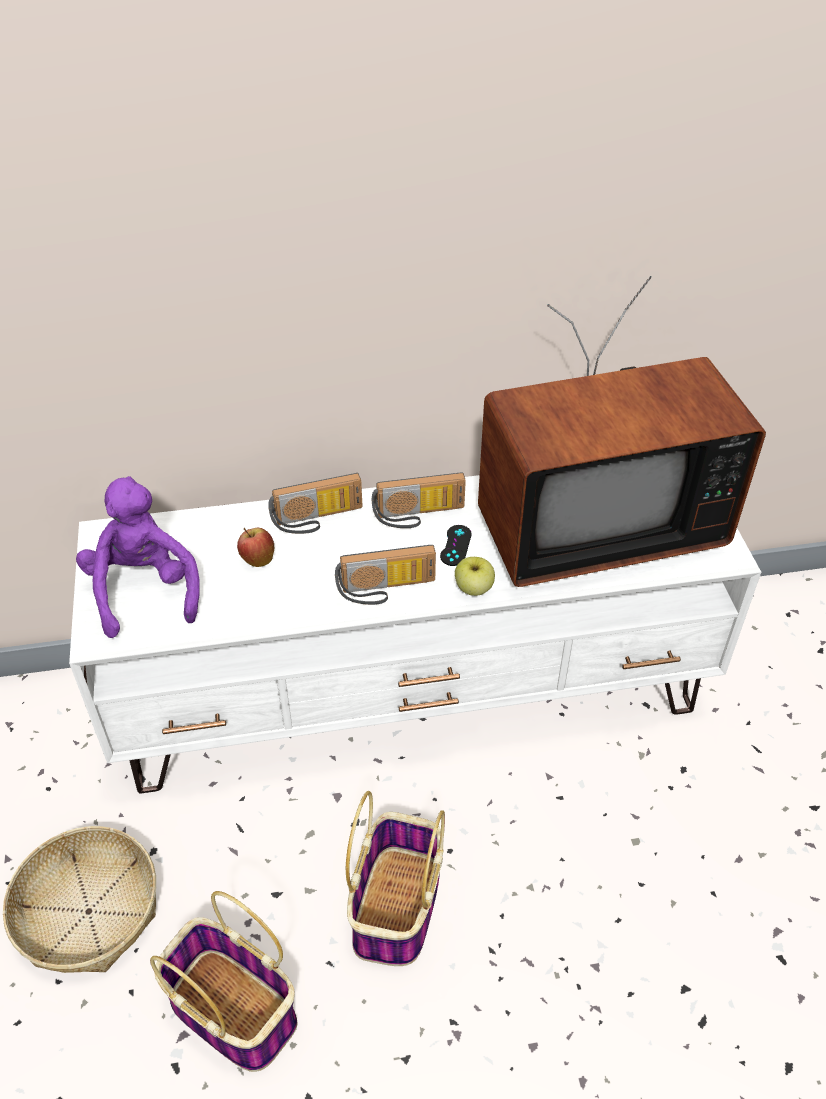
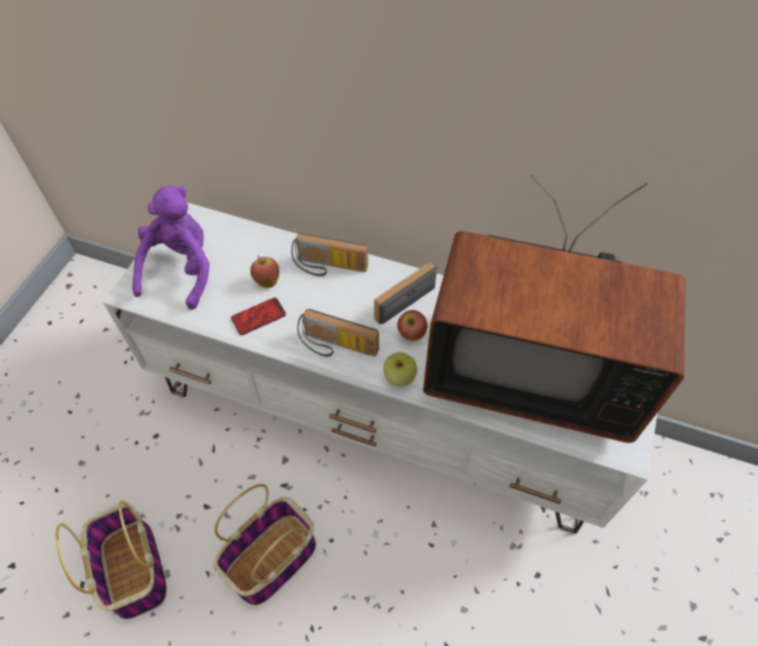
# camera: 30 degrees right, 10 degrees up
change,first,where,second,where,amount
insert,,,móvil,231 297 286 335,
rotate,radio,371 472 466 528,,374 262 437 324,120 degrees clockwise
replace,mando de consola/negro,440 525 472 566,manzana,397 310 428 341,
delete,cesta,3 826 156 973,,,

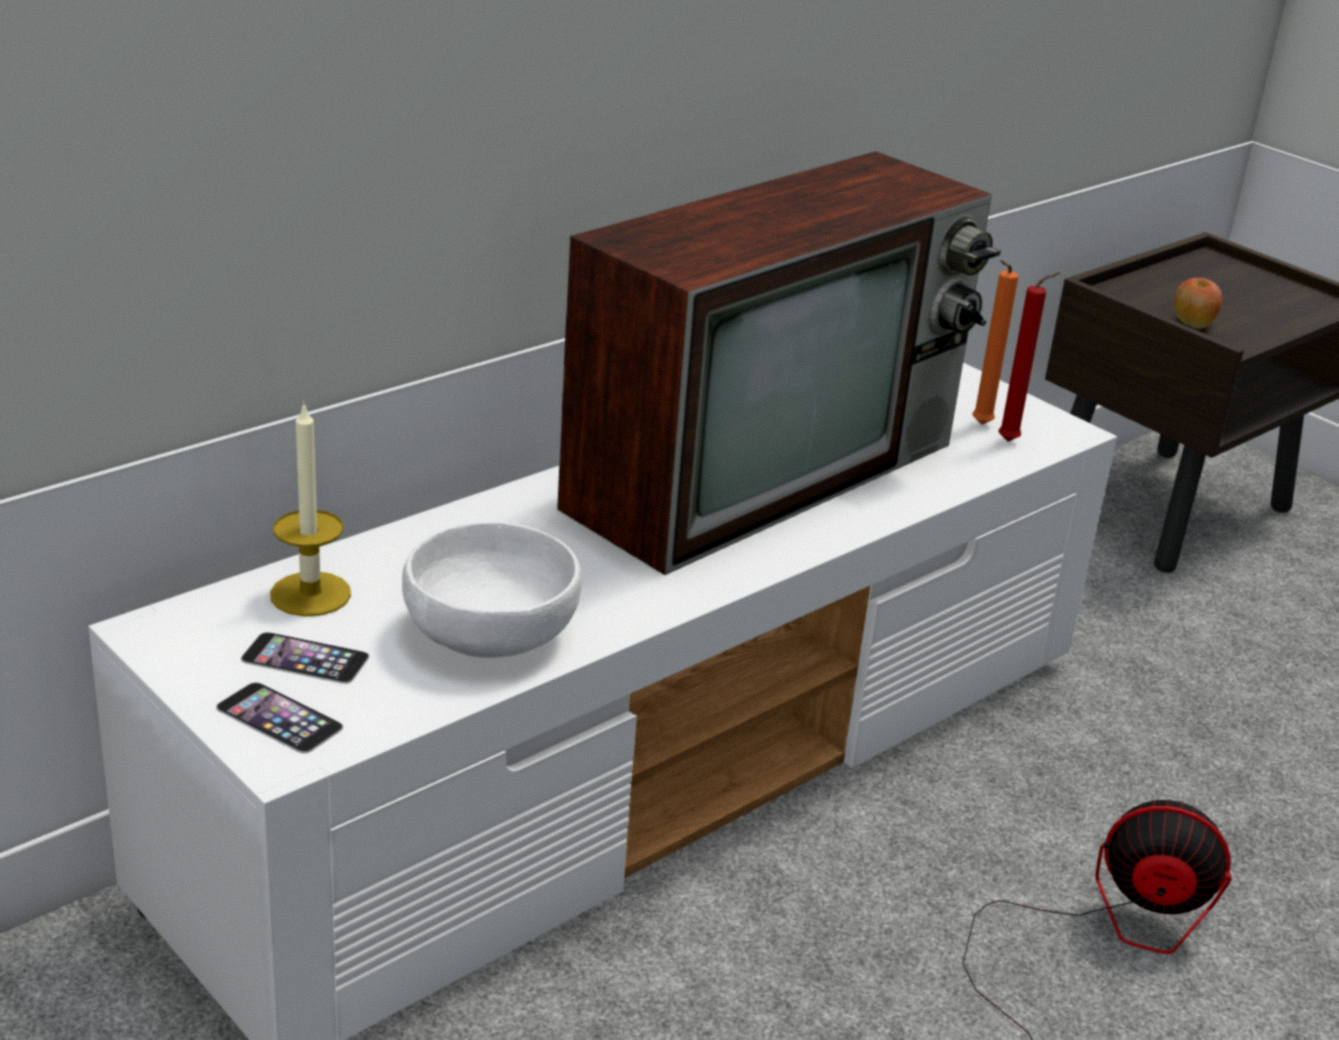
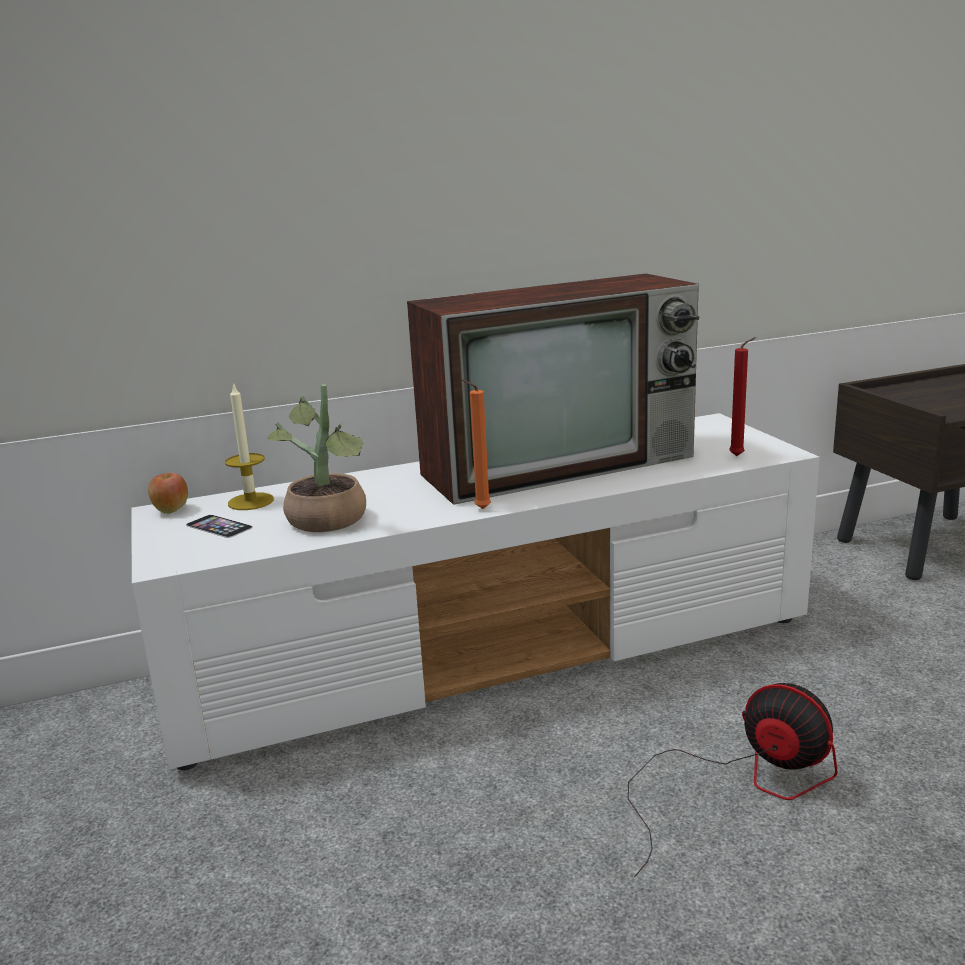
# camera: 25 degrees right, 10 degrees down
change,first,where,second,where,amount
move,manzana,1174 278 1223 329,,148 473 188 514,
replace,cuenco/blanco,402 522 582 658,planta en maceta,268 384 366 532,
move,vela/naranja,973 260 1018 425,,462 380 491 509,
delete,móvil,216 682 343 753,,,

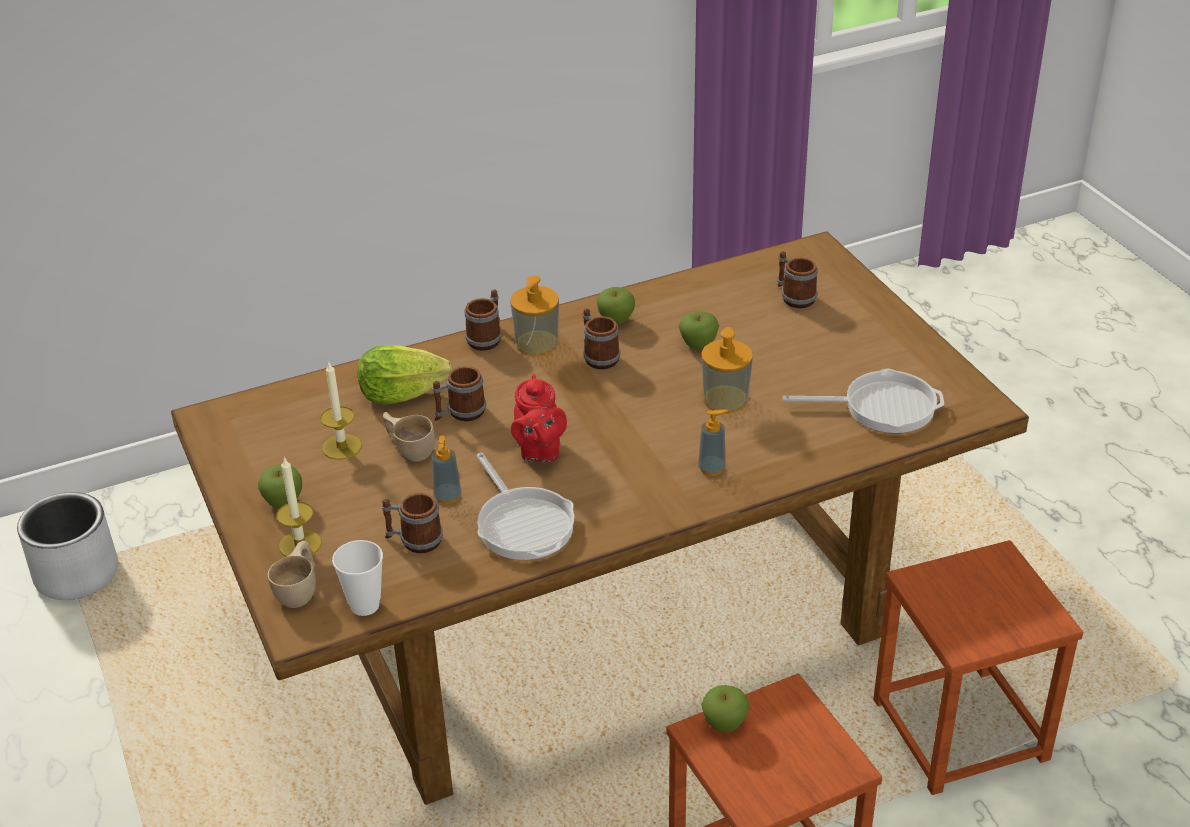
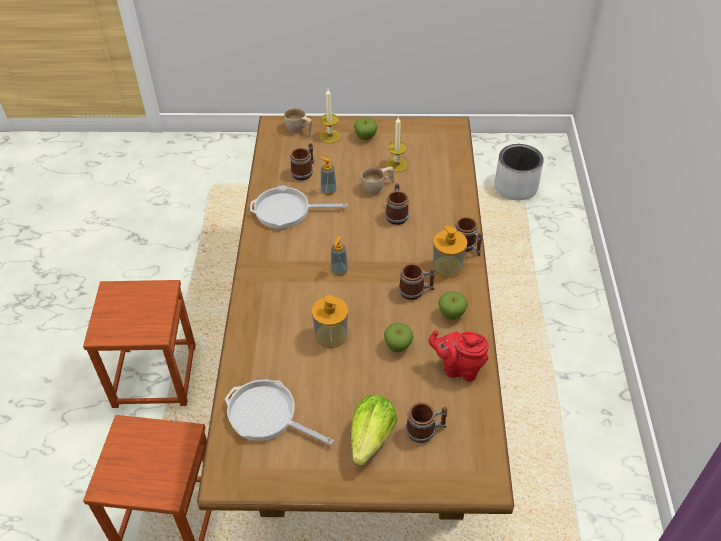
# camera: 115 degrees right, 10 degrees up
change,first,where,second,where,amount
rotate,sartén,783 368 944 433,,225 380 334 445,90 degrees clockwise
move,dispensador de jabón,698 410 728 476,,331 236 348 276,
move,lechuga,357 345 452 404,,350 395 398 465,
move,tetera/rojo,511 374 567 463,,429 330 489 382,
delete,taza,332 540 383 616,,,
delete,manzana,701 685 750 732,,,

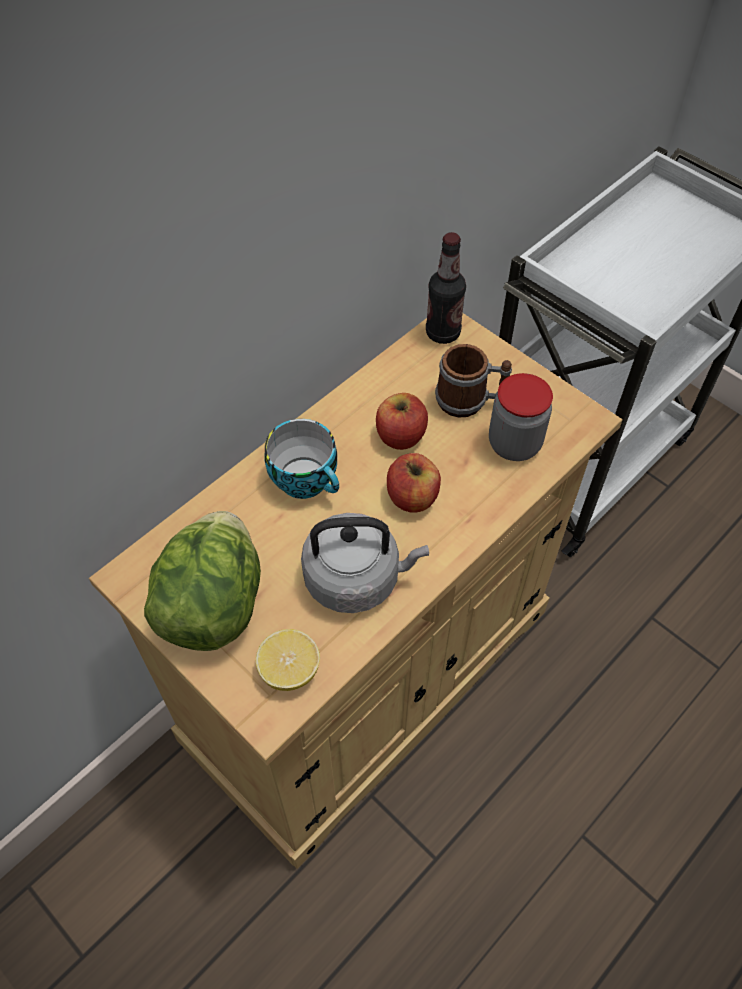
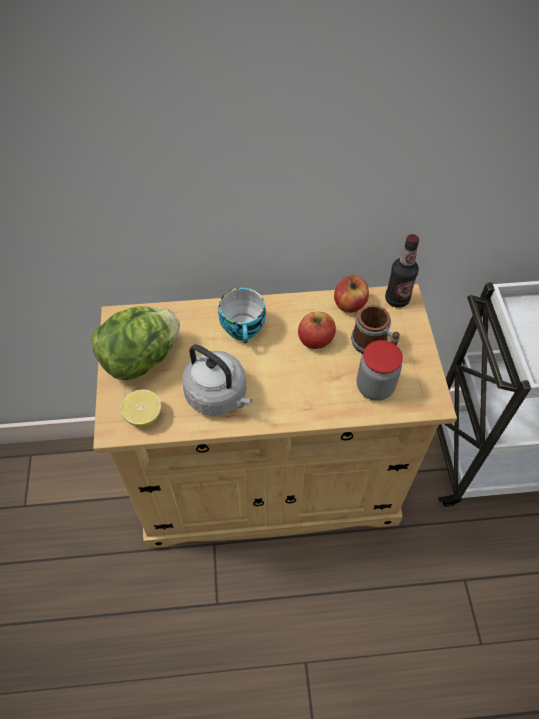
# camera: 40 degrees right, 0 degrees up
change,first,where,second,where,amount
move,manzana,387 453 441 513,,334 275 369 313,

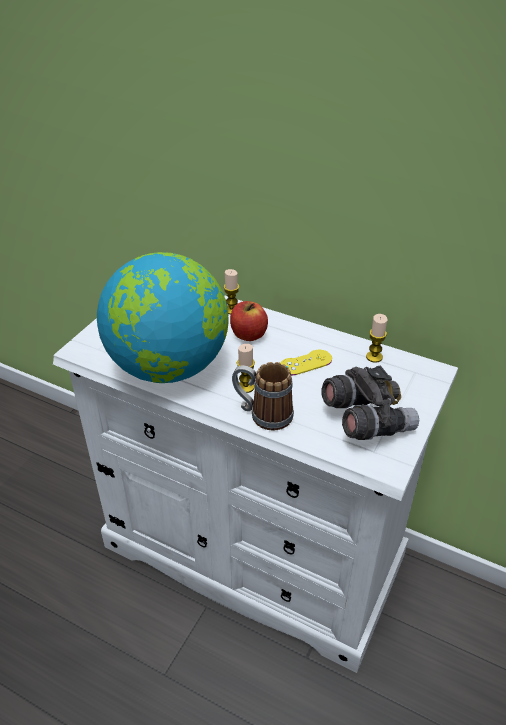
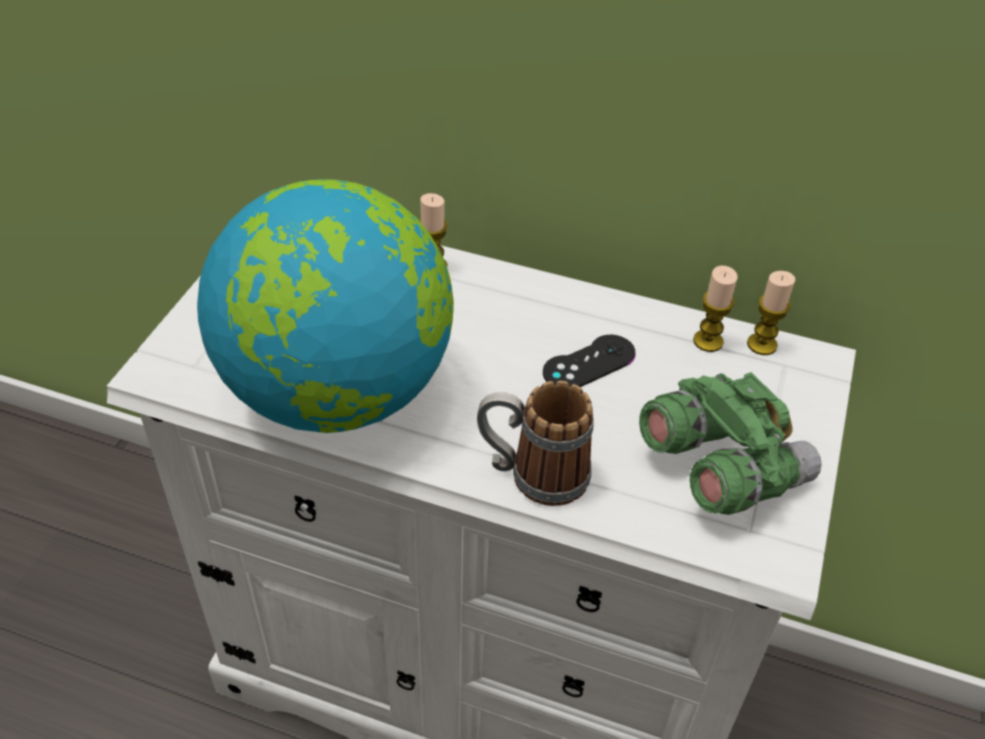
# camera: 10 degrees left, 5 degrees up
change,first,where,second,where,amount
recolor,mando de consola/amarillo,280 350 332 376,mando de consola/negro,543 335 636 387,
recolor,prismáticos/gris,321 366 419 440,prismáticos/verde,639 372 822 515,
move,vela,237 344 255 393,,747 271 796 355,
delete,manzana,230 301 268 341,,,

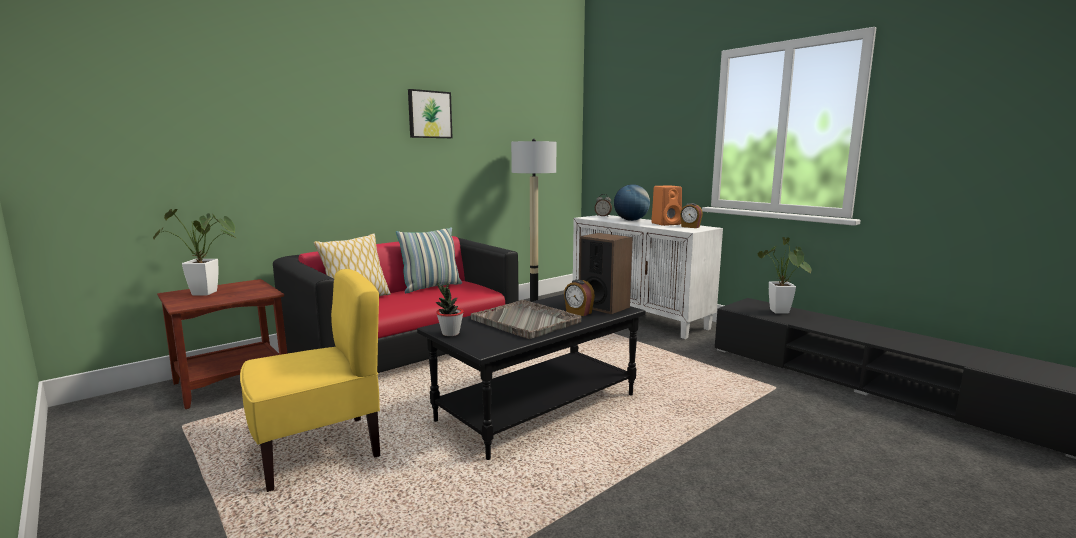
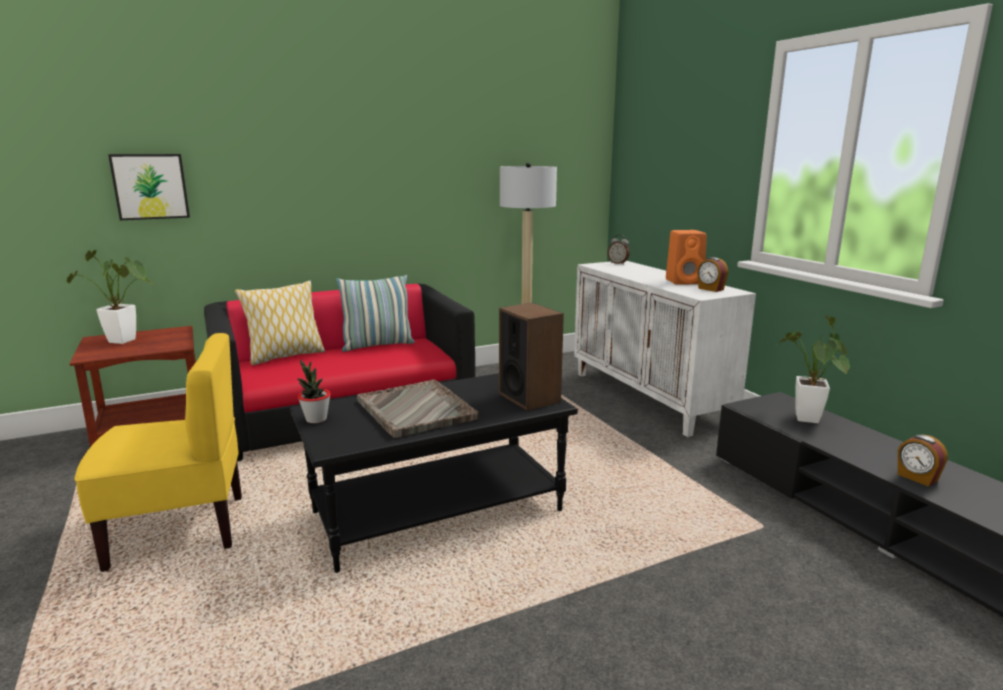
# camera: 15 degrees right, 5 degrees up
change,first,where,second,where,amount
move,cuadro,408 89 453 138,,108 154 190 220,
move,despertador,564 280 595 316,,898 434 948 487,
delete,globo terráqueo,614 184 650 221,,,

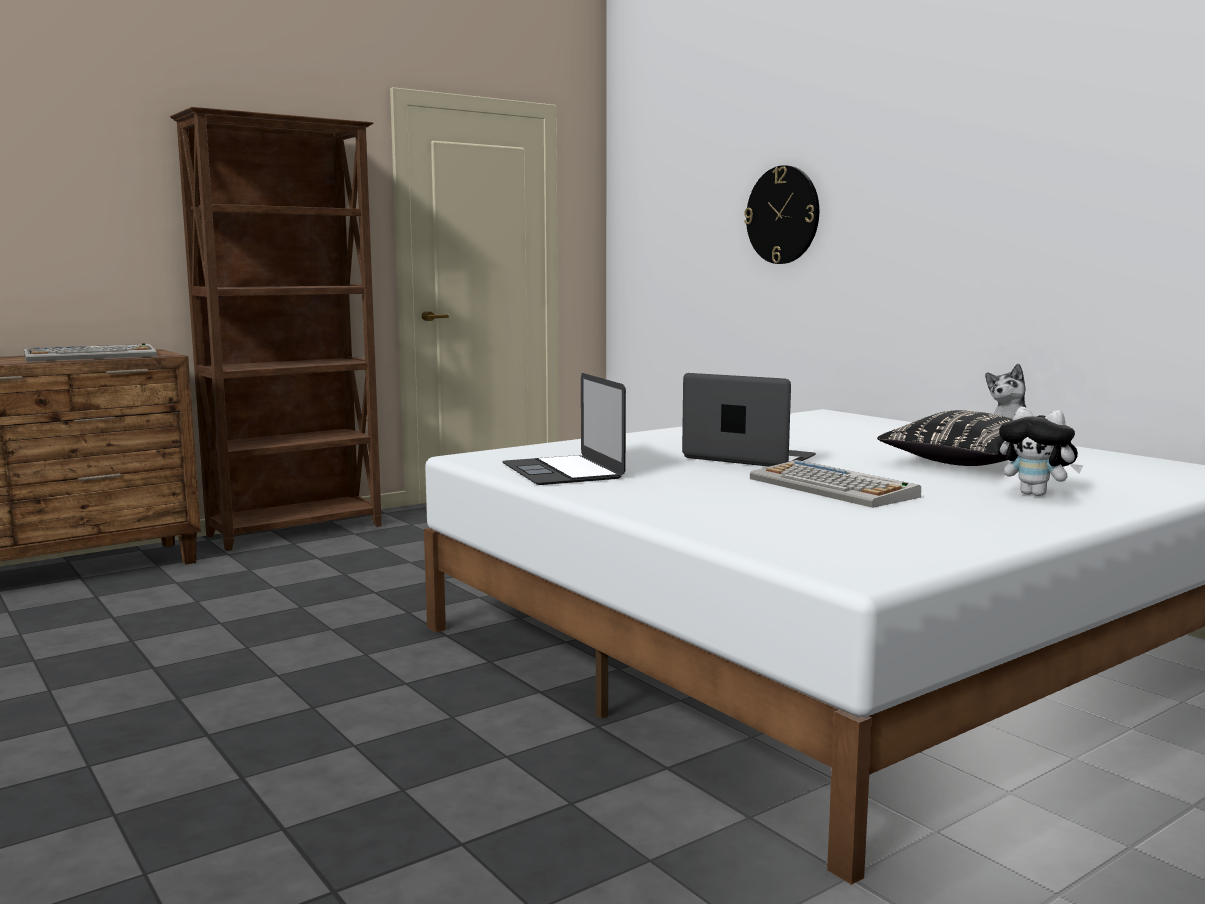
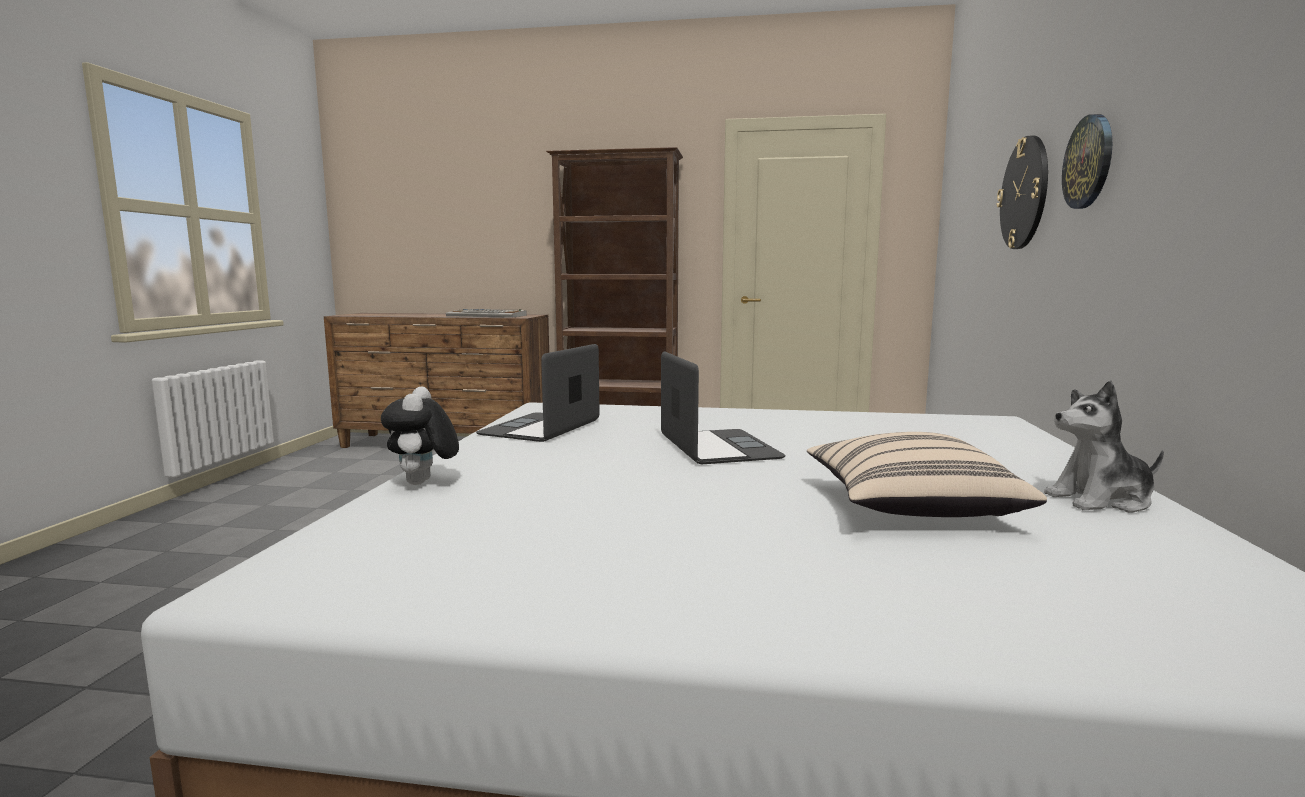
# camera: 45 degrees right, 0 degrees up
change,first,where,second,where,amount
move,peluche,999 407 1083 496,,381 386 459 485,
recolor,cojín/negro,877 410 1013 466,cojín/beis,807 432 1047 517,
insert,,,reloj de pared,1062 114 1112 209,
delete,teclado,750 460 921 508,,,

